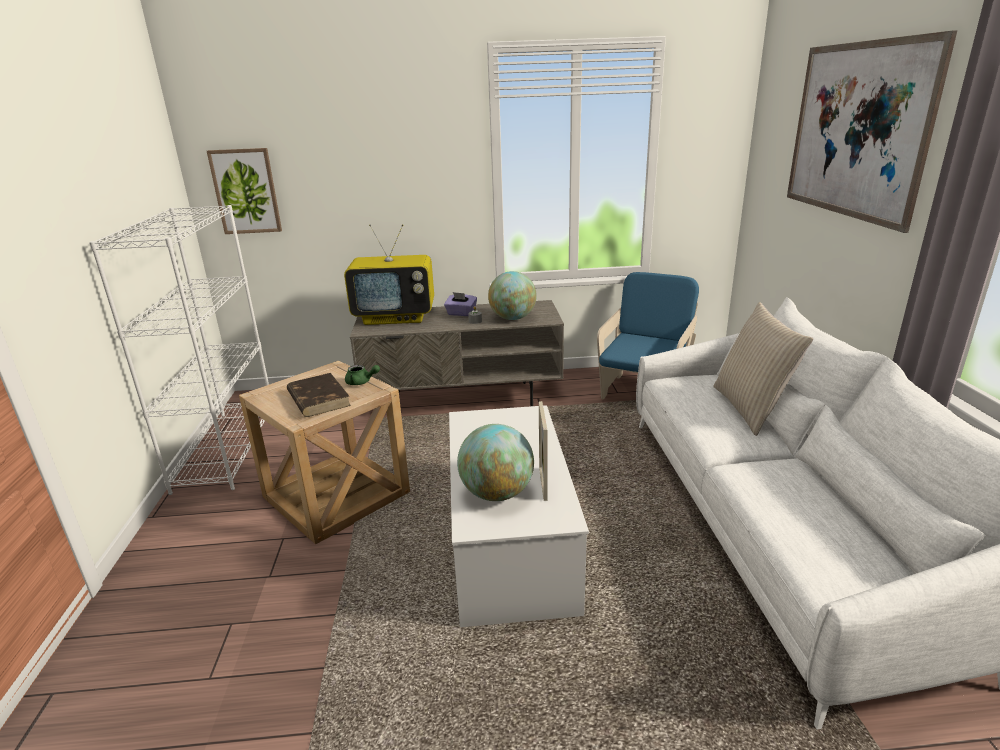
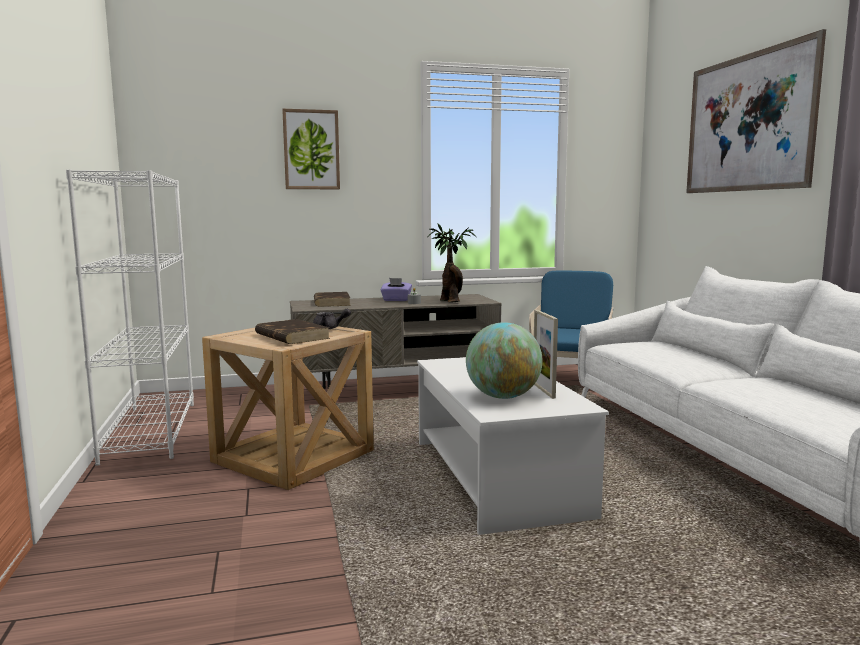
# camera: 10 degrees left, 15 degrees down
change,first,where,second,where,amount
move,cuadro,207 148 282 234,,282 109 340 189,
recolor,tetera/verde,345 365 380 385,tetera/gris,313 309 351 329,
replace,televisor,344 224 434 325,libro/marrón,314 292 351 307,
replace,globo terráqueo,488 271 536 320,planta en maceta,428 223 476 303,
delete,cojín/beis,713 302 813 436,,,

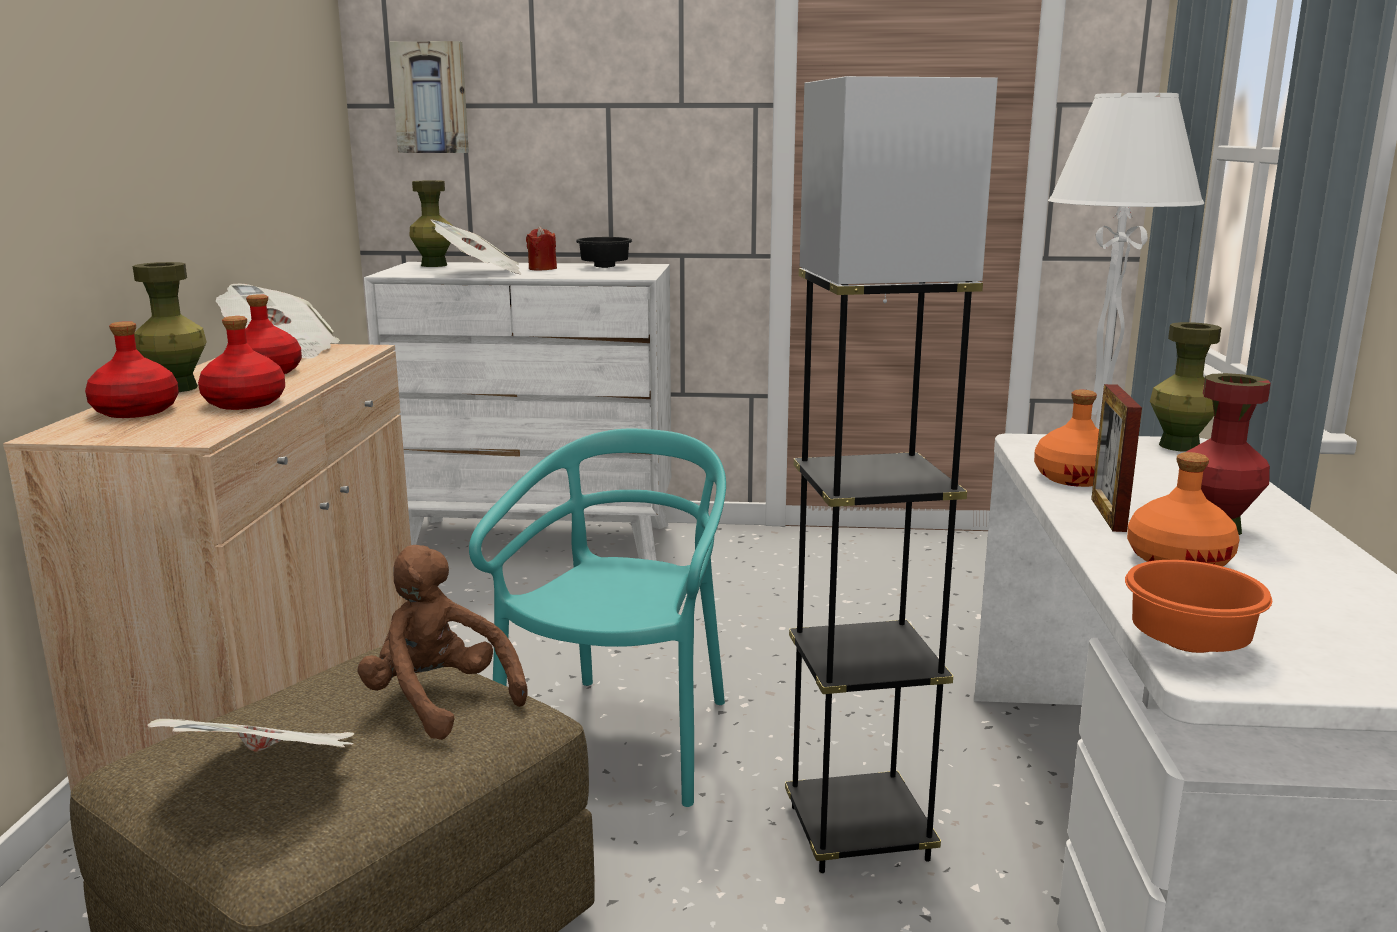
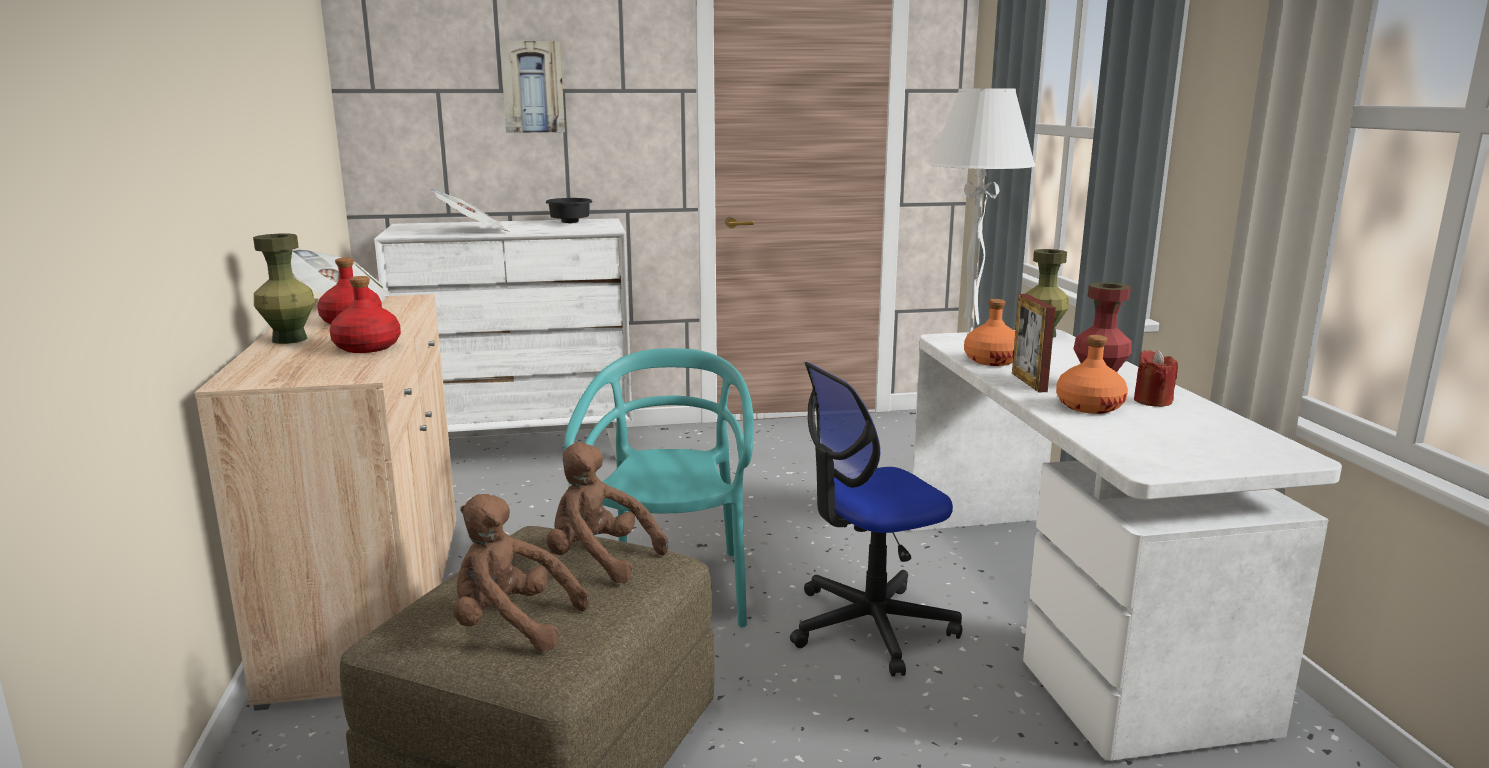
# camera: 15 degrees left, 0 degrees up
change,first,where,second,where,amount
replace,periódico,147 719 355 752,peluche/marrón,453 494 589 651,
move,cuadro,389 41 469 153,,500 41 565 133,
replace,lámpara de pie/negro,785 76 998 874,silla de oficina,790 362 963 677,
move,vela/rojo,526 226 557 271,,1134 350 1178 407,
delete,botella/rojo,85 321 179 418,,,
delete,florero/verde,409 180 453 267,,,
delete,cuenco/naranja,1125 560 1272 653,,,

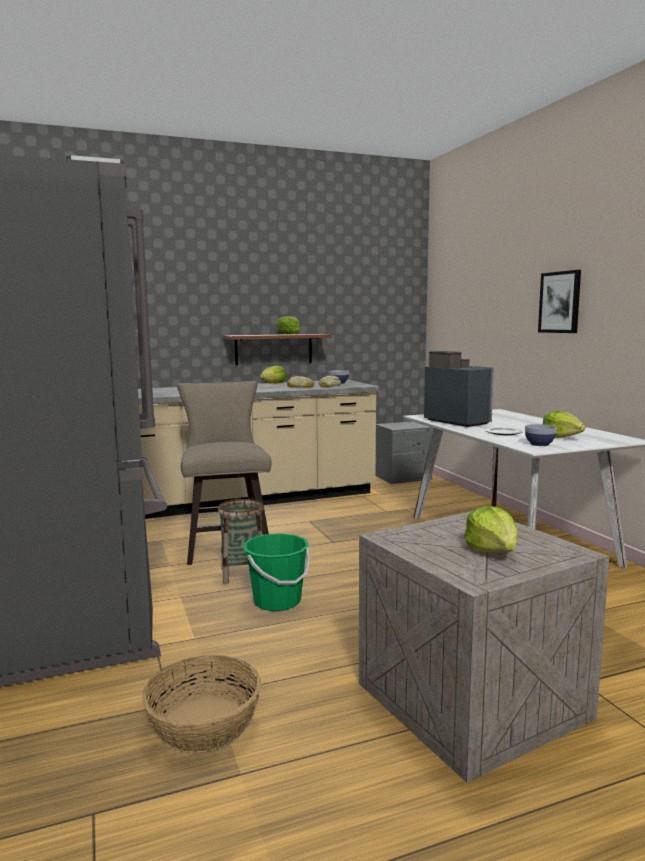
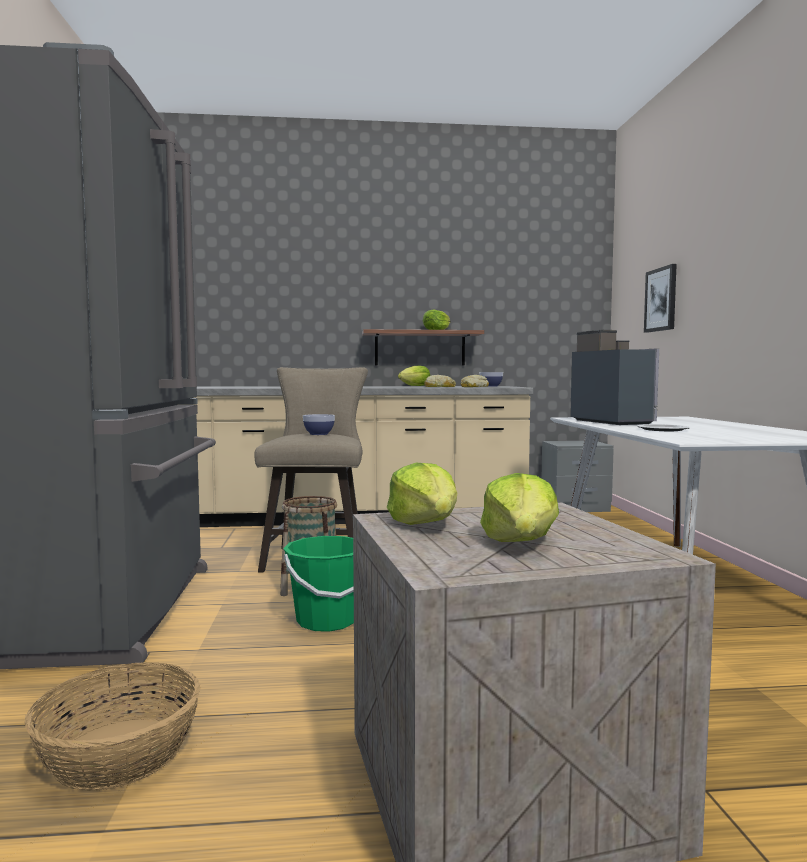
# camera: 15 degrees right, 5 degrees down
change,first,where,second,where,amount
move,cuenco,525 424 557 446,,303 414 335 435,
move,lechuga,543 411 585 438,,387 463 457 525,
move,cuadro,538 270 581 333,,644 264 677 333,

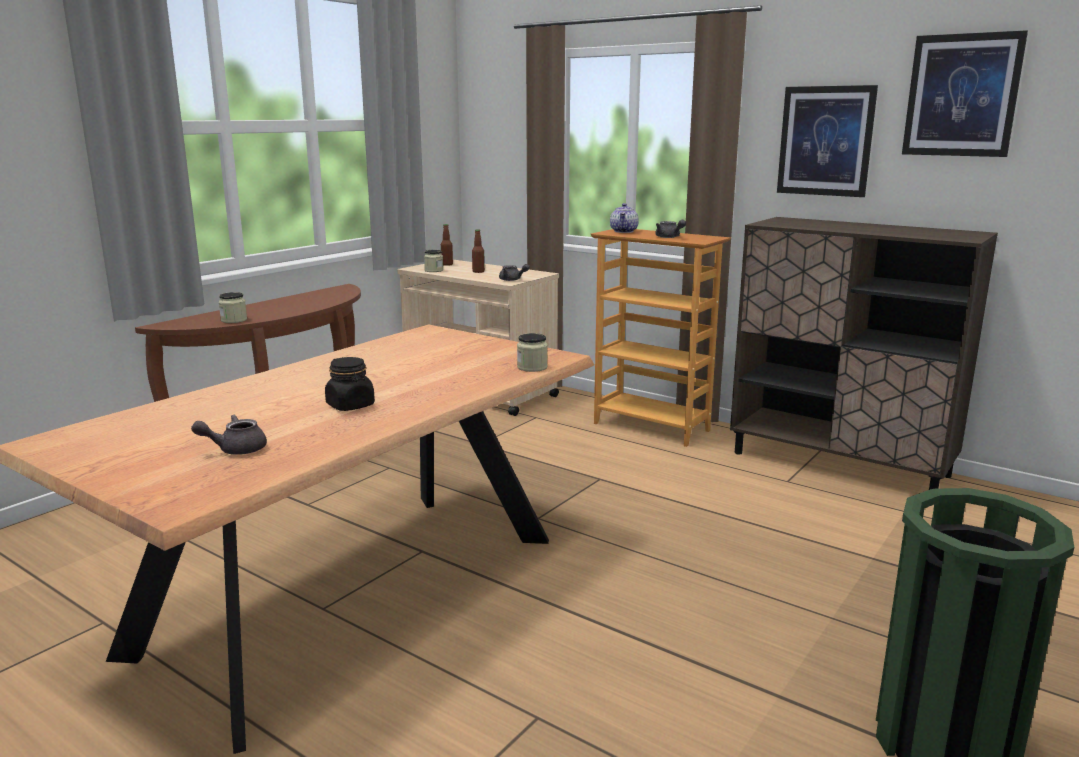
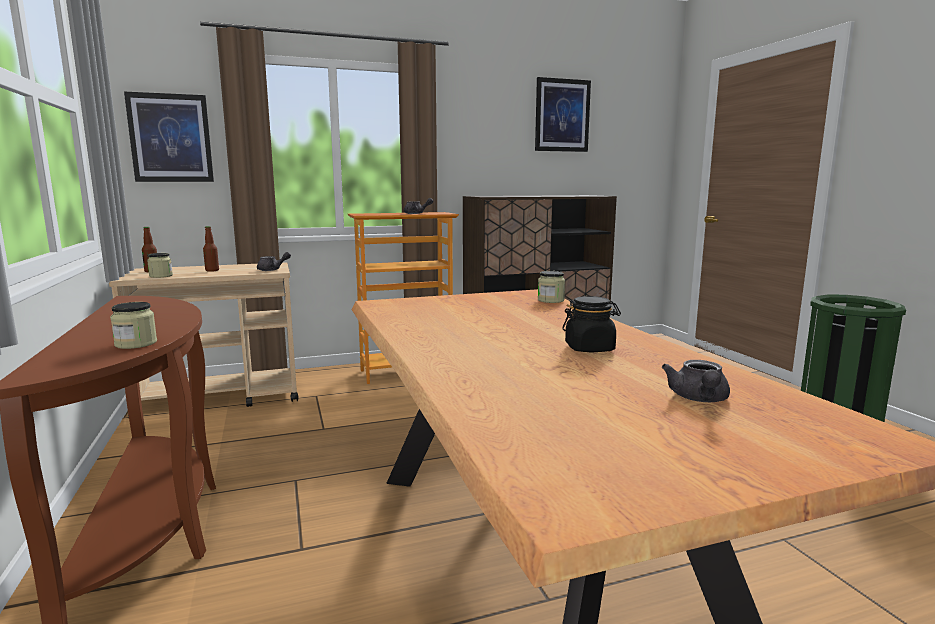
# camera: 55 degrees left, 5 degrees down
change,first,where,second,where,amount
move,cuadro,777 85 878 197,,124 92 214 182,
delete,tetera,610 203 639 233,,,

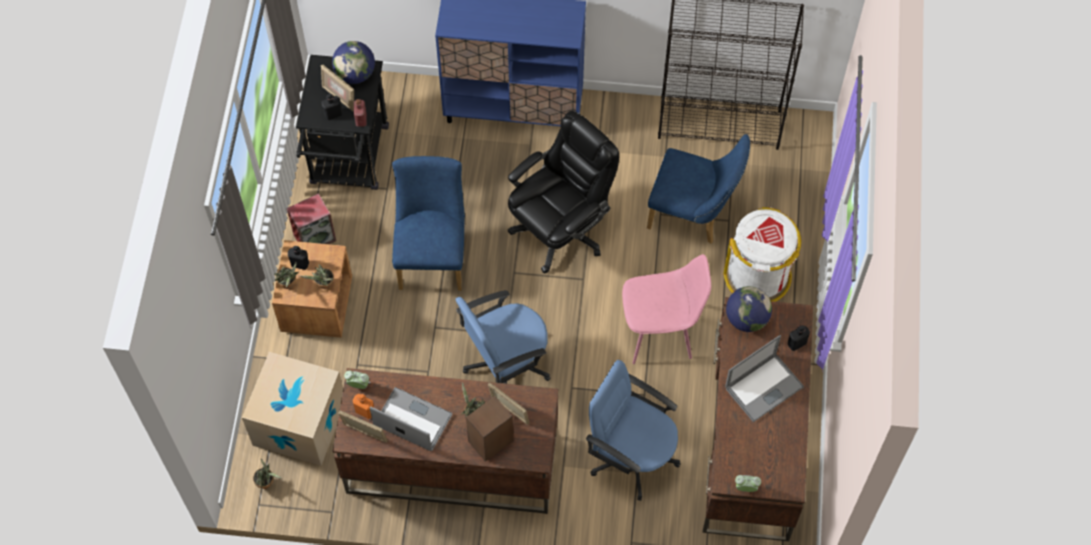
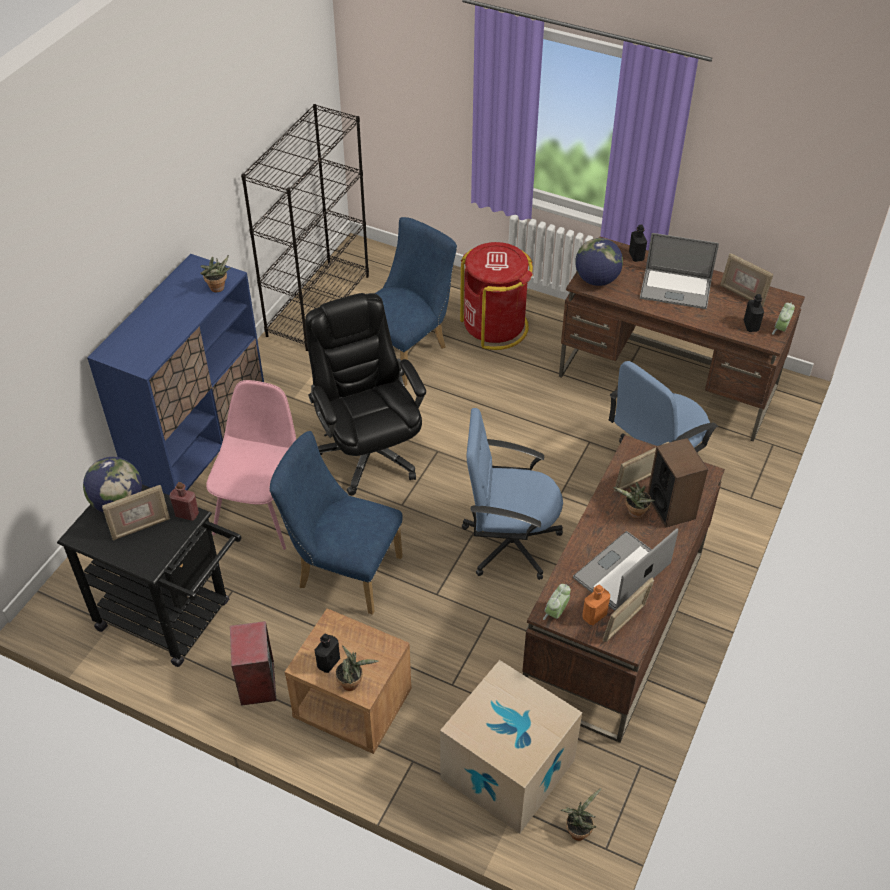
# camera: 70 degrees left, 15 degrees down
change,first,where,second,where,amount
move,planta en maceta,300 264 334 289,,200 255 231 292,
move,silla/rosa,622 254 711 364,,206 380 296 550,
recolor,papelera/blanco,723 207 801 302,papelera/rojo,460 242 533 350,
rotate,silla de oficina/azul,456 290 550 384,,462 408 563 580,105 degrees clockwise
rotate,portátil,725 335 804 422,,640 233 719 309,120 degrees clockwise
insert,,,portarretratos,720 253 773 307,
move,botella/negro,321 94 342 120,,744 294 764 332,

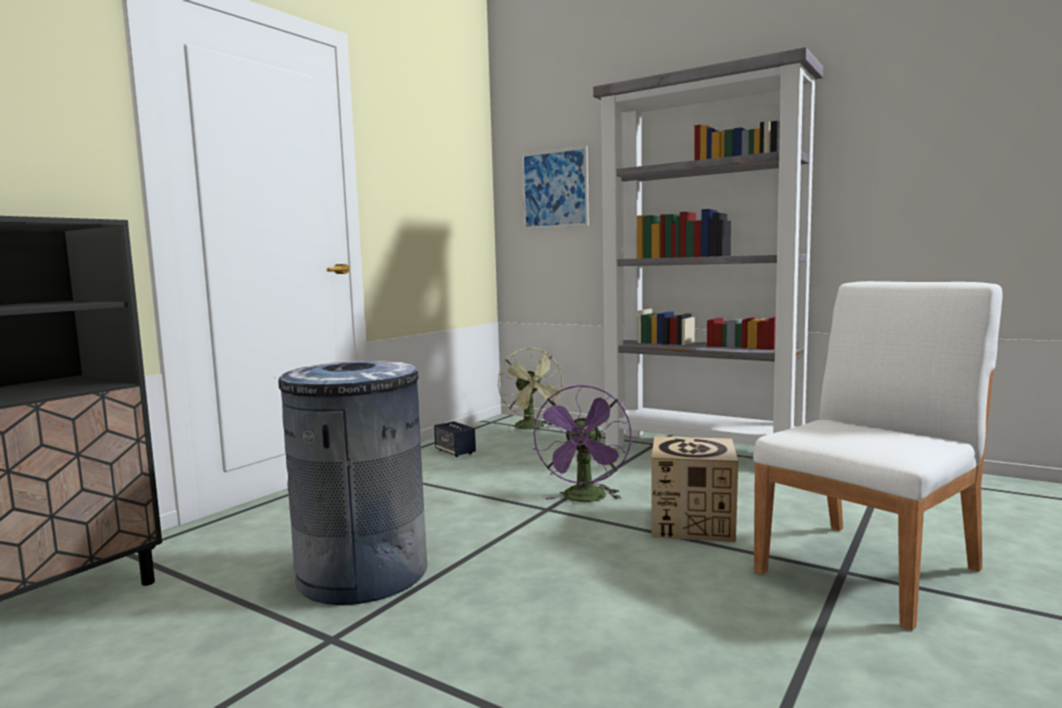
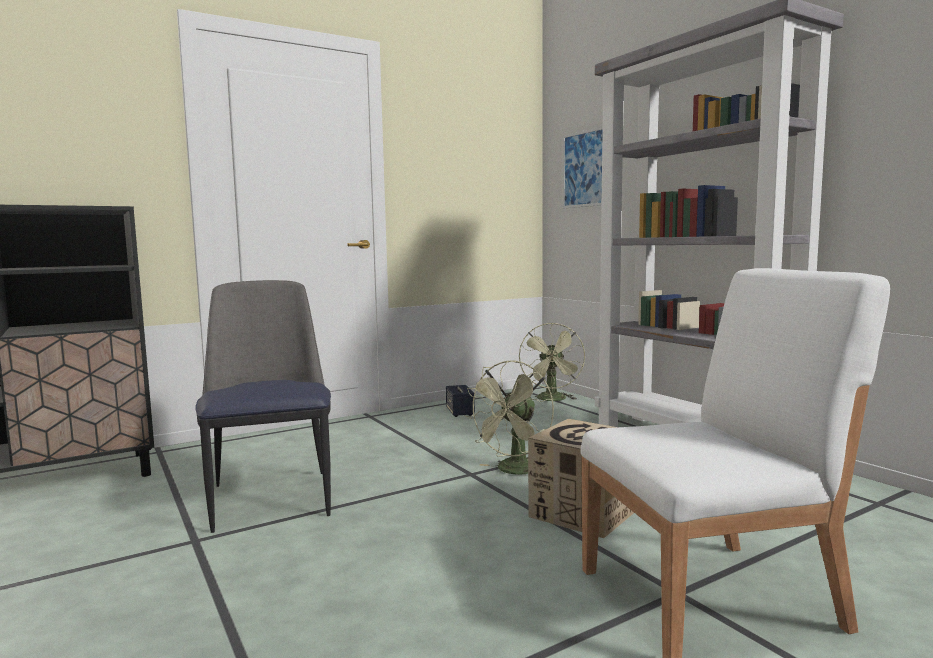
# camera: 25 degrees right, 0 degrees up
change,first,where,second,where,amount
replace,papelera/gris,278 361 427 605,silla,195 280 331 533,
recolor,ventilador/morado,533 385 632 502,ventilador/verde,464 360 554 475,

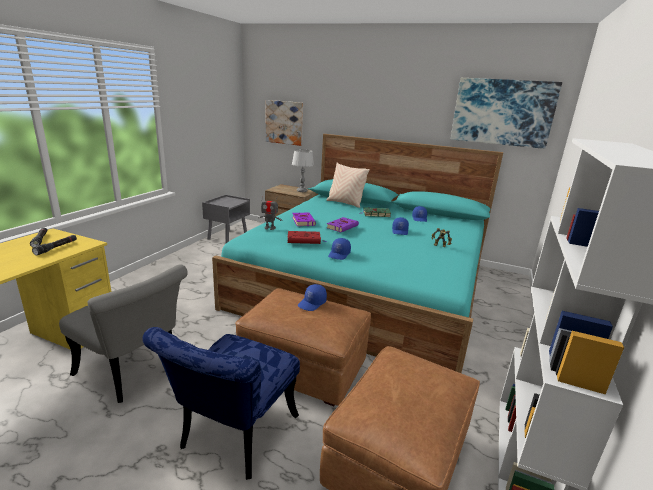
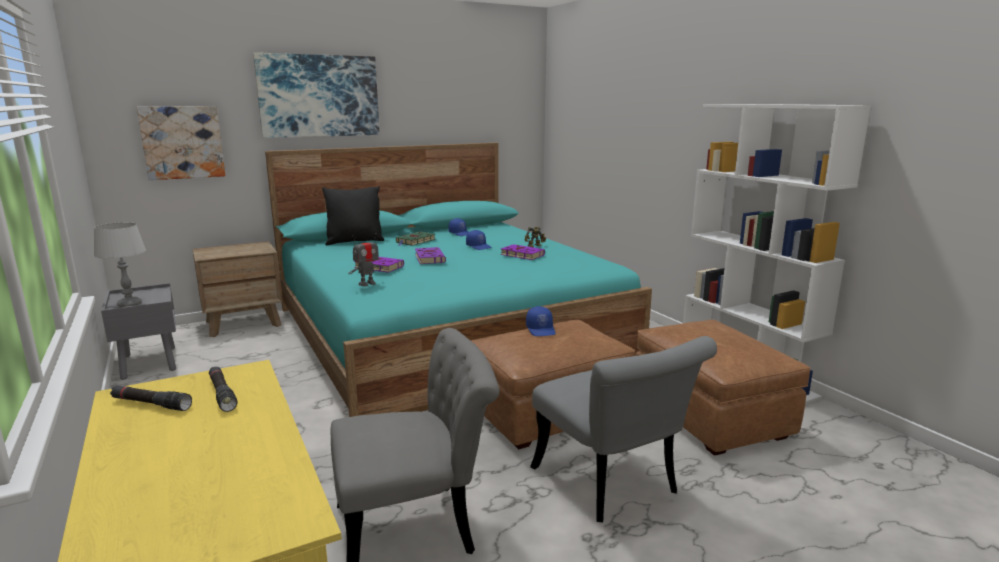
# camera: 50 degrees left, 5 degrees down
change,first,where,second,where,amount
move,lámpara de mesa/gris,292 149 314 192,,94 222 146 307,
move,cuadro,451 78 562 149,,253 53 380 138,
recolor,cojín/beis,327 163 370 208,cojín/negro,322 186 384 245,
insert,,,libro/morado,501 244 545 260,
recolor,silla/azul,142 327 300 480,silla/gris,530 336 717 523,
delete,libro/rojo,288 231 326 244,,,
delete,gorra/azul,328 238 351 260,,,

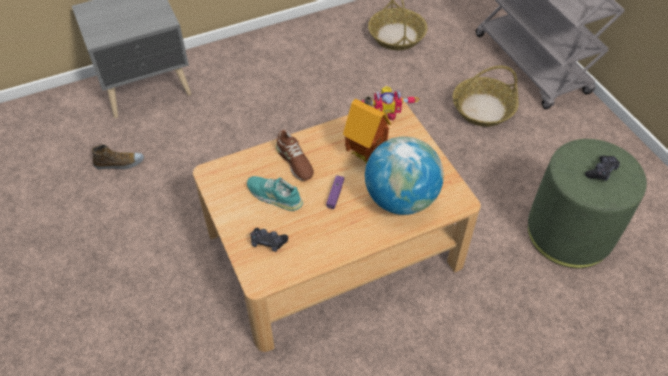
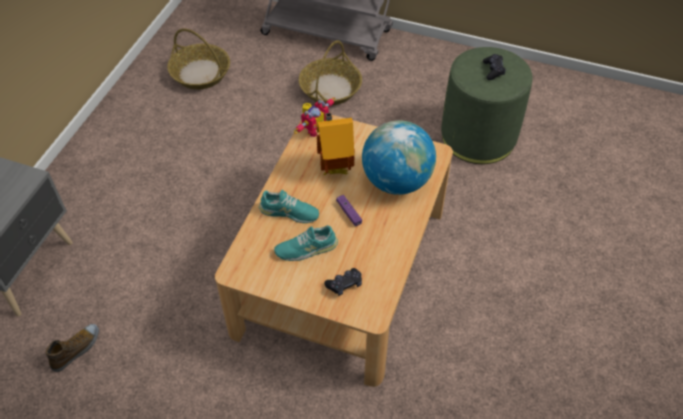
# camera: 45 degrees left, 0 degrees up
change,first,where,second,where,amount
recolor,zapato/marrón,276 130 314 181,zapato/turquesa,259 190 319 223,

